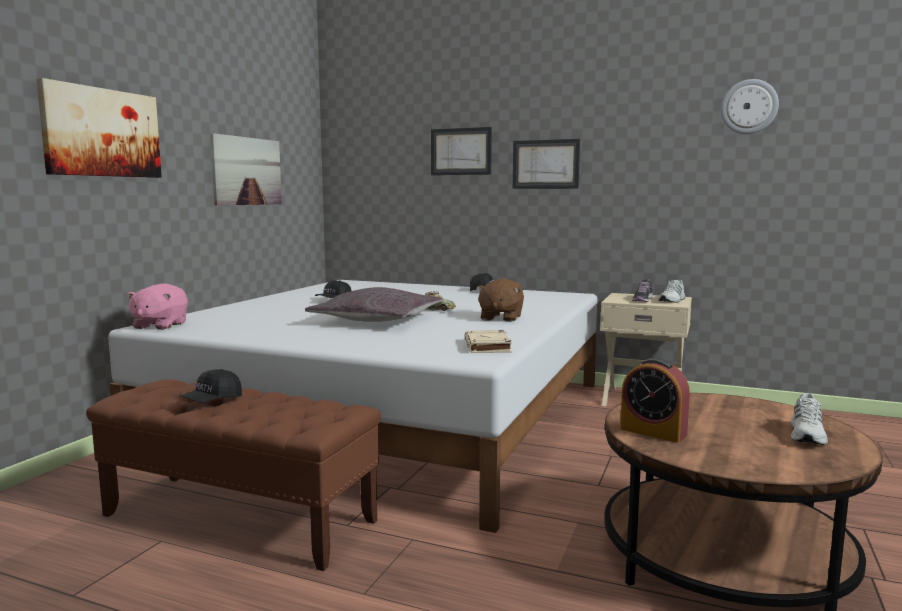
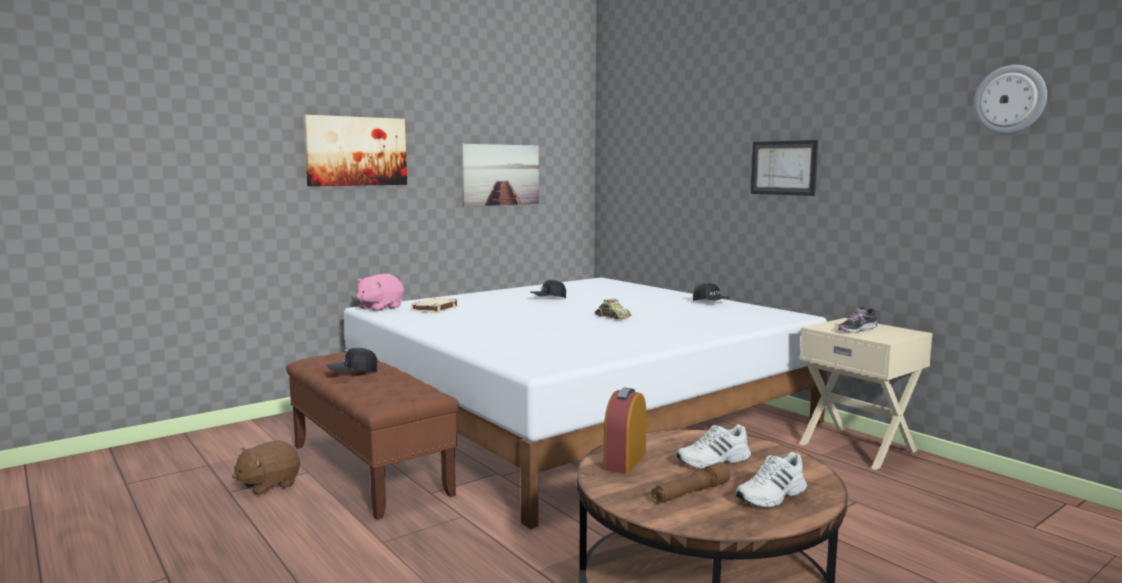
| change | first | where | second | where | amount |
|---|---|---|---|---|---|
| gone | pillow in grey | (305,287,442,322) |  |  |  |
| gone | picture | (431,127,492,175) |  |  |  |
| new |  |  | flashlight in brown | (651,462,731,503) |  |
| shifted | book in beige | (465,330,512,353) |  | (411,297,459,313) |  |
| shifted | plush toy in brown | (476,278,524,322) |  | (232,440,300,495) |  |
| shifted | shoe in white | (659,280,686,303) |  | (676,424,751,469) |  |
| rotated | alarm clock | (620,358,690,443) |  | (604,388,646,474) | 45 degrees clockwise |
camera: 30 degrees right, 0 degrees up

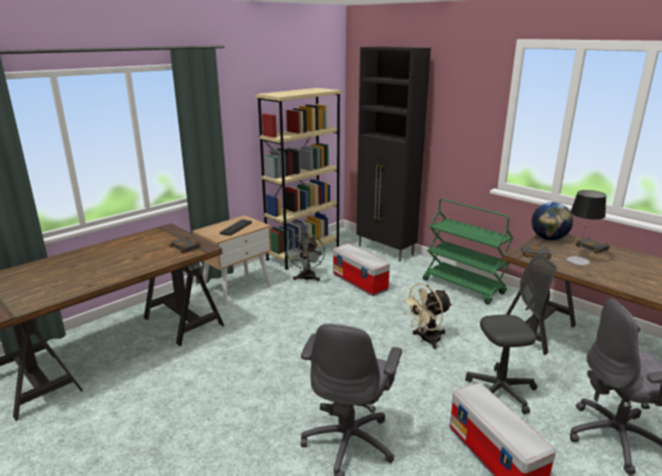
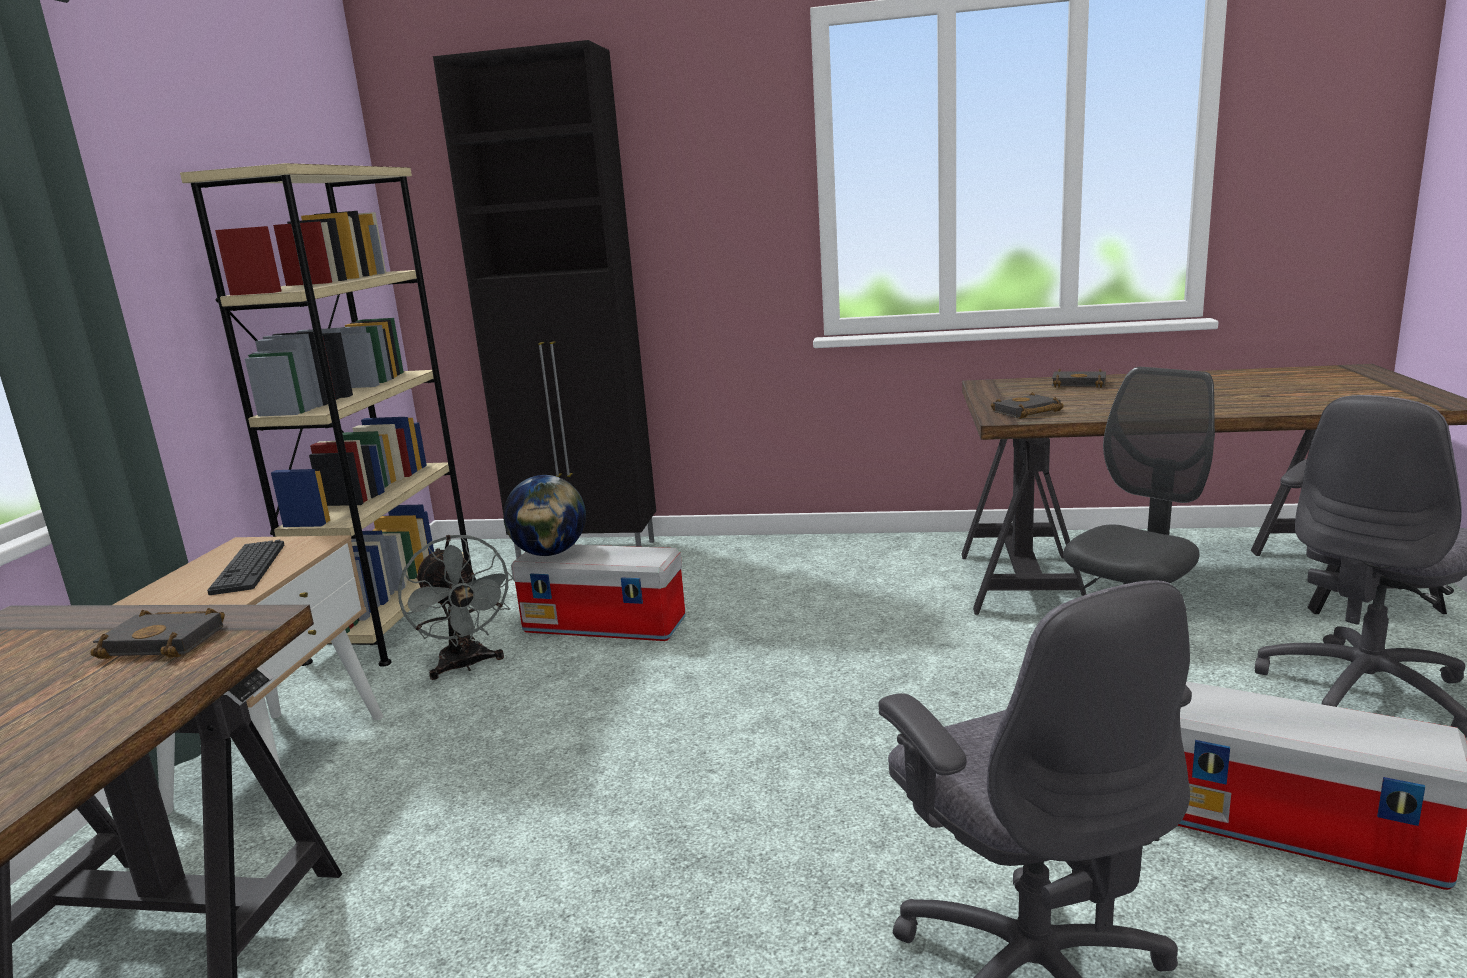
| change | first | where | second | where | amount |
|---|---|---|---|---|---|
| gone | fan in beige | (401,283,452,349) |  |  |  |
| gone | cart in green | (423,199,513,305) |  |  |  |
| gone | table lamp | (567,190,606,265) |  |  |  |
| shifted | globe | (531,202,573,240) |  | (503,475,586,556) |  |
camera: 35 degrees left, 5 degrees down

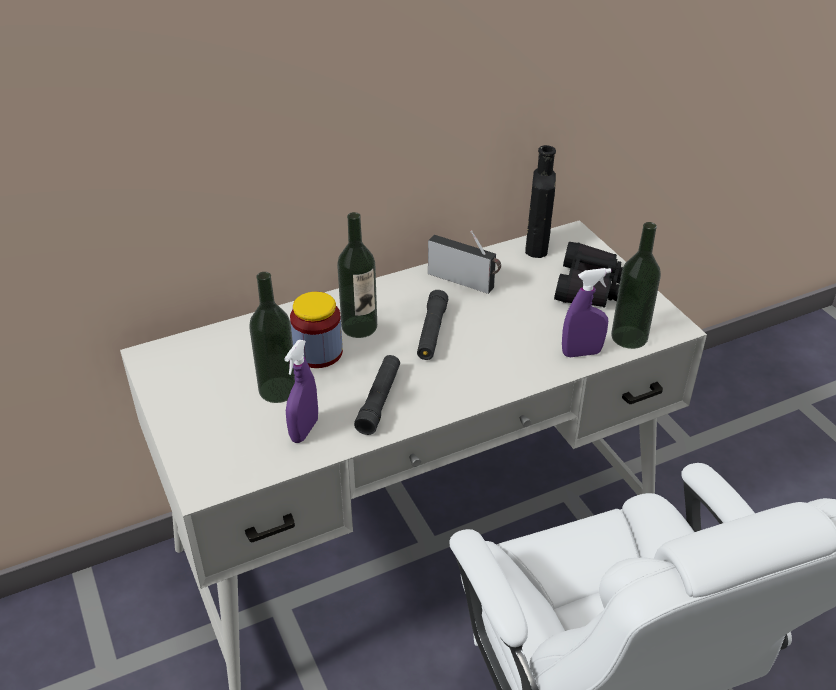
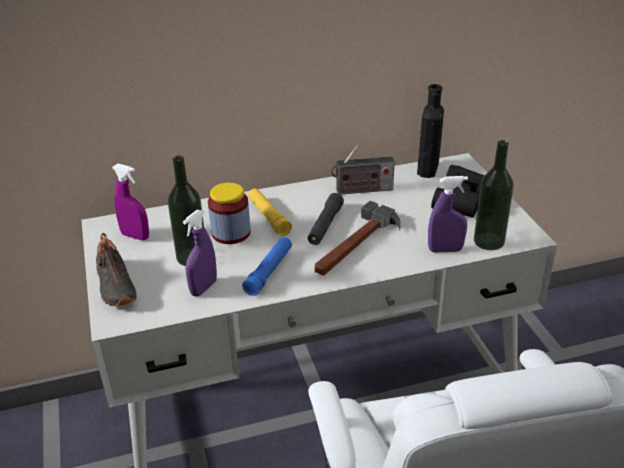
| change | first | where | second | where | amount |
|---|---|---|---|---|---|
| new |  |  | shoe in black | (96,233,137,306) |  |
| new |  |  | spray bottle in purple | (112,164,149,240) |  |
| new |  |  | hammer | (315,201,401,276) |  |
| swapped | bottle | (337,212,377,338) | flashlight in yellow | (248,188,292,236) |  |
| repainted | flashlight in black | (354,355,400,435) | flashlight in blue | (242,237,292,296) |  |
| rotated | radio | (428,230,501,294) |  | (331,145,395,195) | 135 degrees clockwise |
camera: 10 degrees right, 5 degrees down

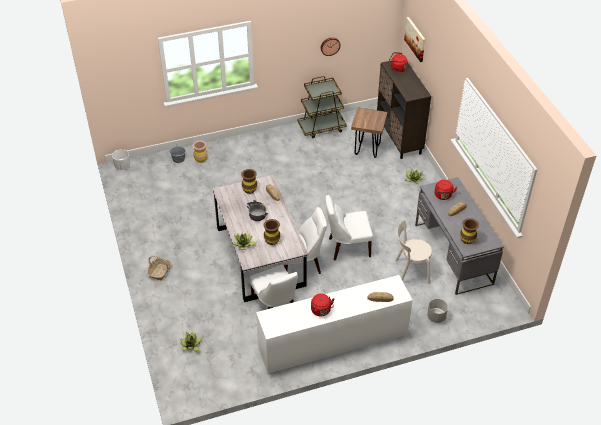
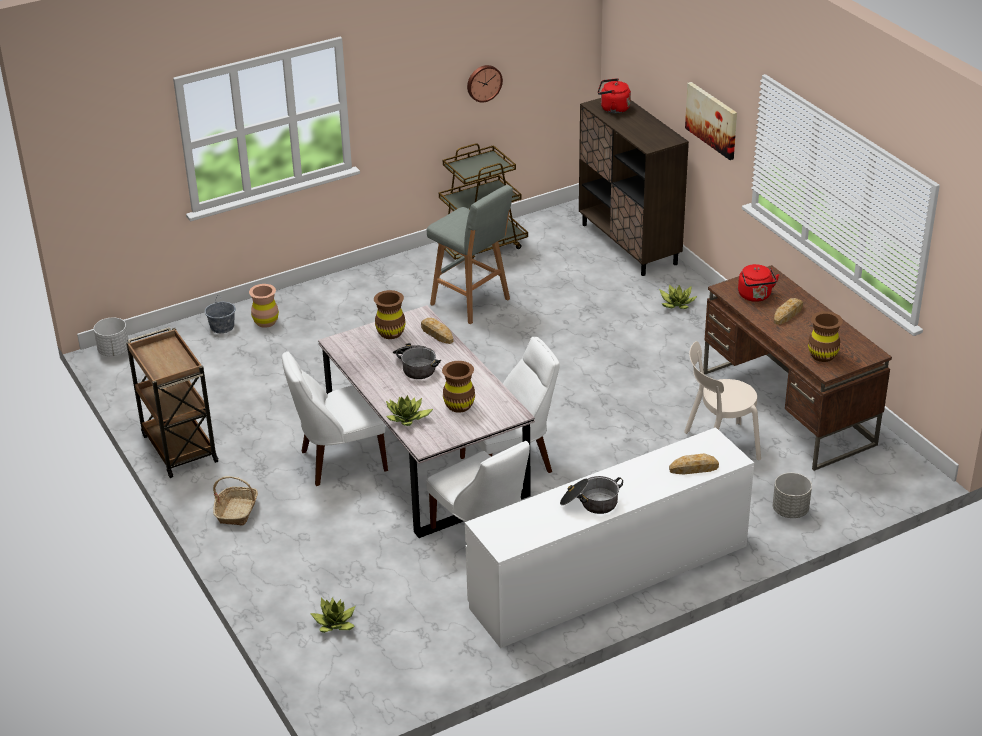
| change | first | where | second | where | amount |
|---|---|---|---|---|---|
| gone | stool in brown | (351,107,387,158) |  |  |  |
| new |  |  | cart in brown | (126,327,218,478) |  |
| new |  |  | stool in grey | (427,185,513,324) |  |
| shifted | chair in white | (325,195,373,260) |  | (282,352,388,486) |  |
| shifted | picture | (404,17,425,62) |  | (685,82,737,160) |  |
| swapped | kettle in red | (311,293,335,316) | cooking pot | (560,476,623,514) |  |
| repainted | desk in grey | (415,177,504,295) | desk in brown | (703,265,892,471) |  |
camera: 10 degrees left, 10 degrees down

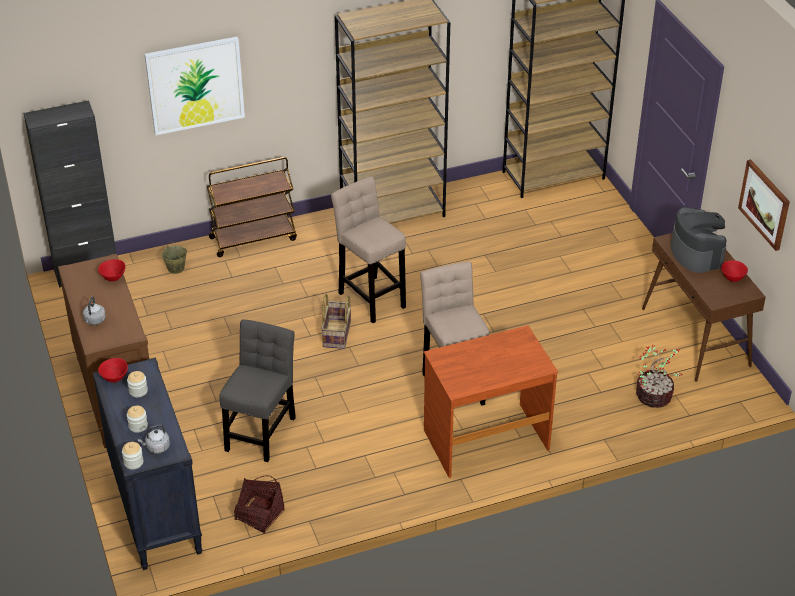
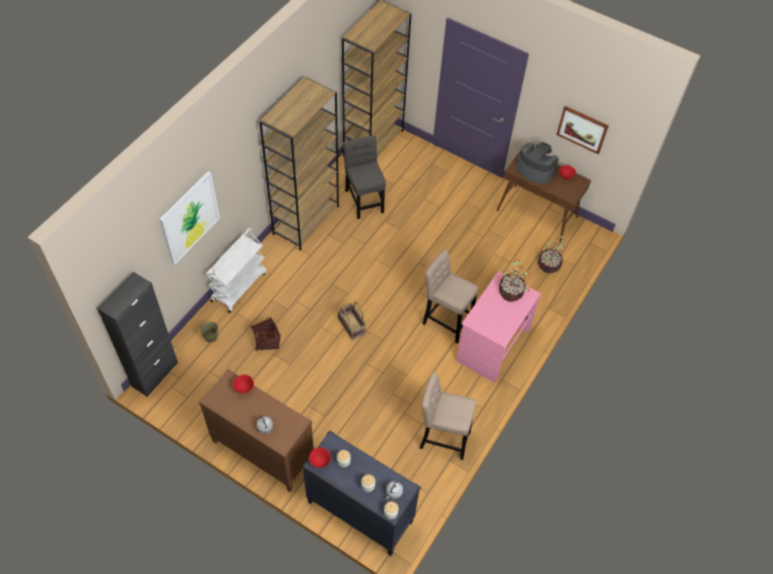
| change | first | where | second | where | amount |
|---|---|---|---|---|---|
| new |  |  | potted plant | (499,259,530,302) |  |
| shifted | chair in grey | (220,319,296,462) |  | (343,135,386,219) |  |
| shifted | basket | (234,475,285,534) |  | (250,317,281,351) |  |
| shifted | stool in beige | (331,177,406,323) |  | (420,372,476,460) |  |
| repainted | cart in brown | (207,157,297,257) | cart in white | (206,228,267,313) |  |
| repainted | desk in brown | (424,325,558,478) | desk in pink | (456,271,541,383) |  |
camera: 40 degrees left, 15 degrees up

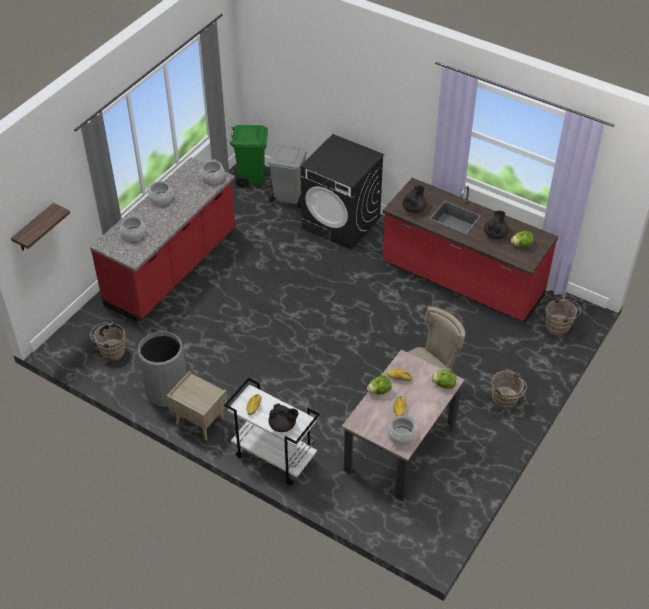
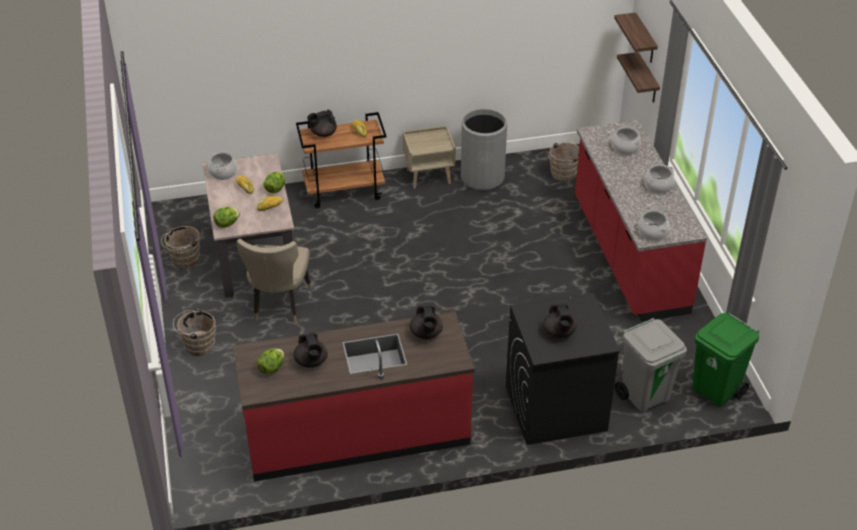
| change | first | where | second | where | amount |
|---|---|---|---|---|---|
| new |  |  | teapot in black | (543,304,577,338) |  |
| new |  |  | shelf | (617,52,660,103) |  |
| shifted | bucket in brown | (546,298,581,336) |  | (161,226,200,269) |  |
| repainted | cart in white | (224,377,320,486) | cart in brown | (296,112,386,208) |  |
camera: 135 degrees right, 5 degrees down

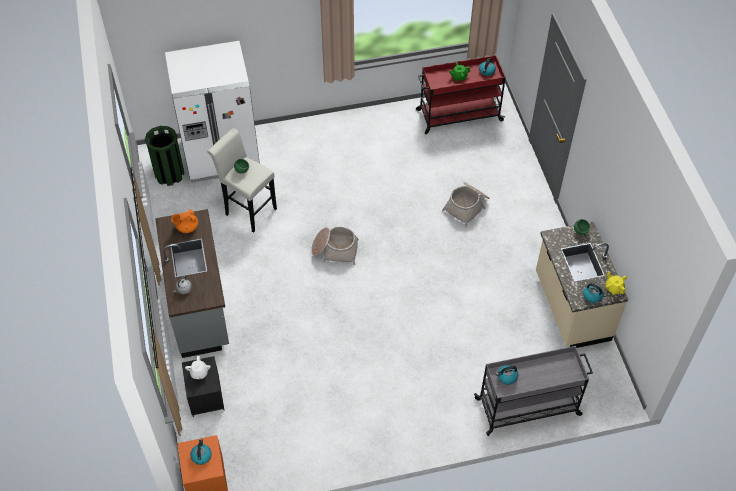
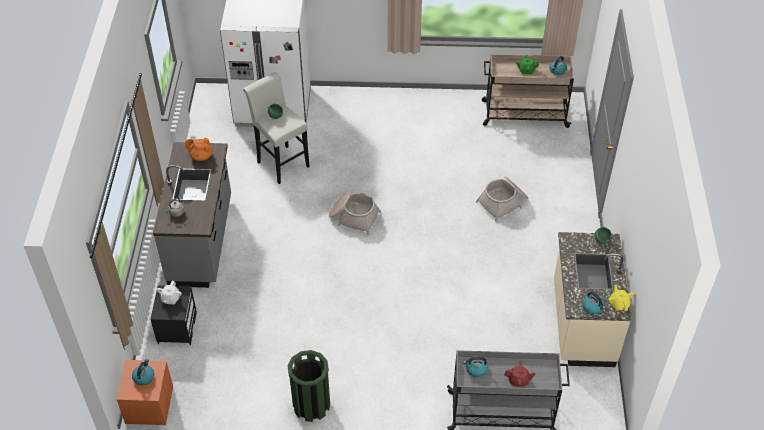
| change | first | where | second | where | amount |
|---|---|---|---|---|---|
| new |  |  | teapot in red | (505,361,536,387) |  |
| shifted | trash can in green | (145,126,184,186) |  | (288,350,330,422) |  |
| repainted | cart in red | (416,55,506,134) | cart in beige | (482,54,574,128) |  |
camera: 15 degrees right, 5 degrees down

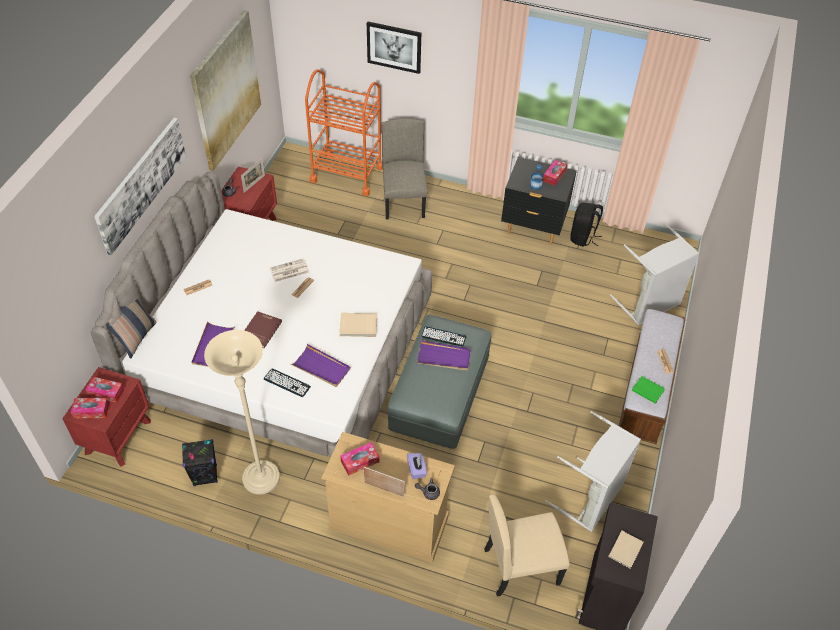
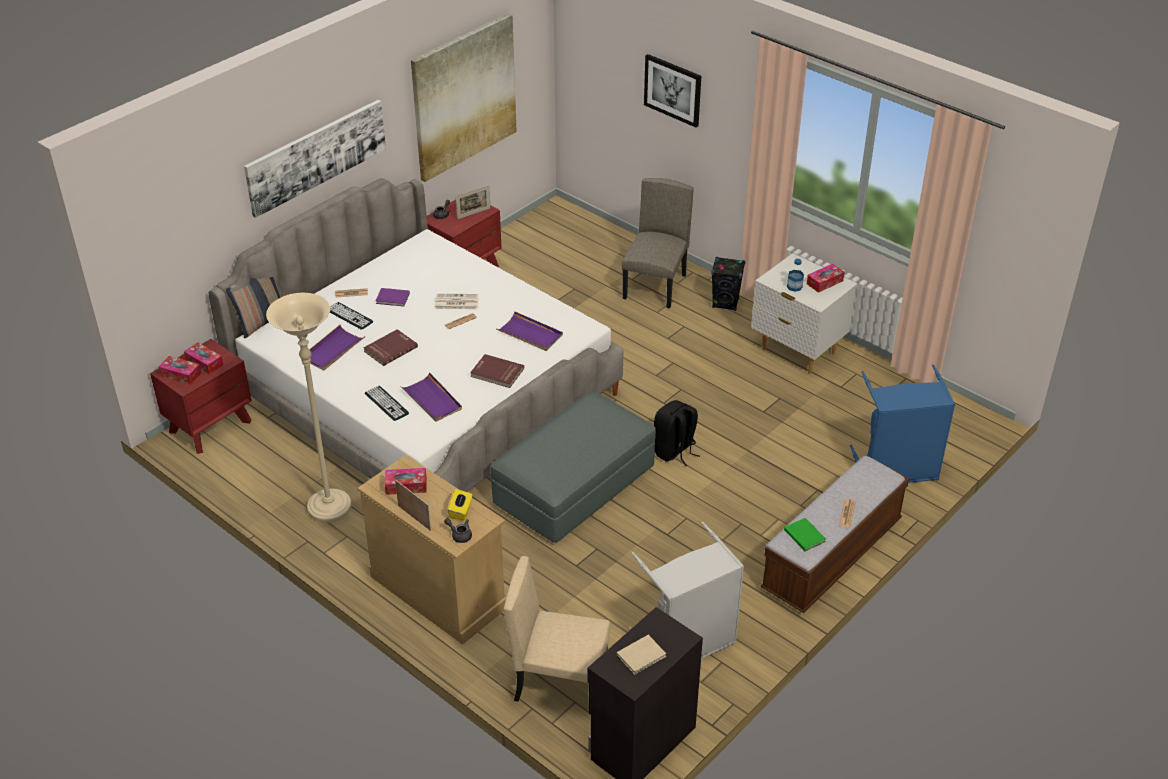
| change | first | where | second | where | amount |
|---|---|---|---|---|---|
| gone | cart in orange | (305,69,383,196) |  |  |  |
| new |  |  | book in purple | (376,288,410,306) |  |
| shifted | speaker in black | (182,439,218,486) |  | (712,257,745,311) |  |
| shifted | tray in purple | (417,340,471,371) |  | (496,311,563,351) |  |
| shifted | keyboard | (421,326,467,347) |  | (330,302,373,330) |  |
| shifted | backpack in black | (570,203,603,247) |  | (654,400,700,466) |  |
| repainted | book in beige | (339,313,377,337) | book in red | (470,354,524,388) |  |
| repainted | tissue box in purple | (407,453,427,479) | tissue box in yellow | (447,489,472,520) |  |
| repainted | nightstand in black | (501,157,577,244) | nightstand in white | (751,253,858,374) |  |
| repainted | laundry basket in grey | (610,224,700,325) | laundry basket in blue | (850,364,955,483) |  |
camera: 25 degrees right, 10 degrees down

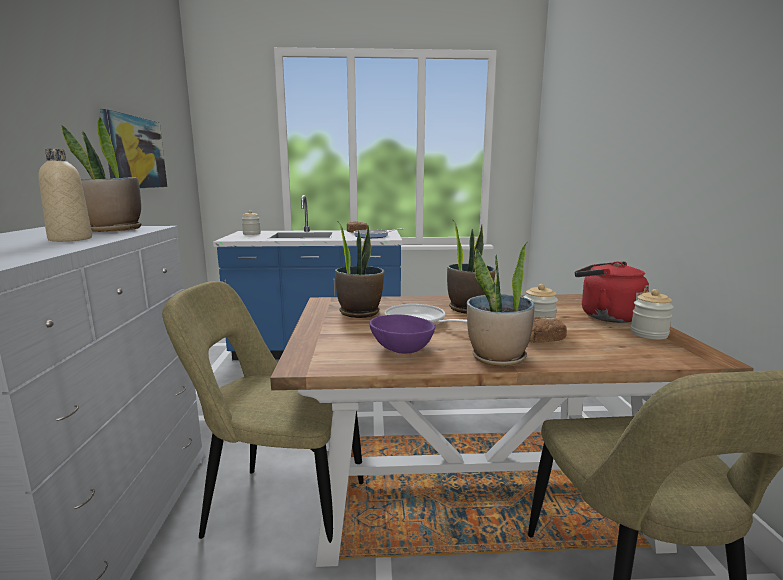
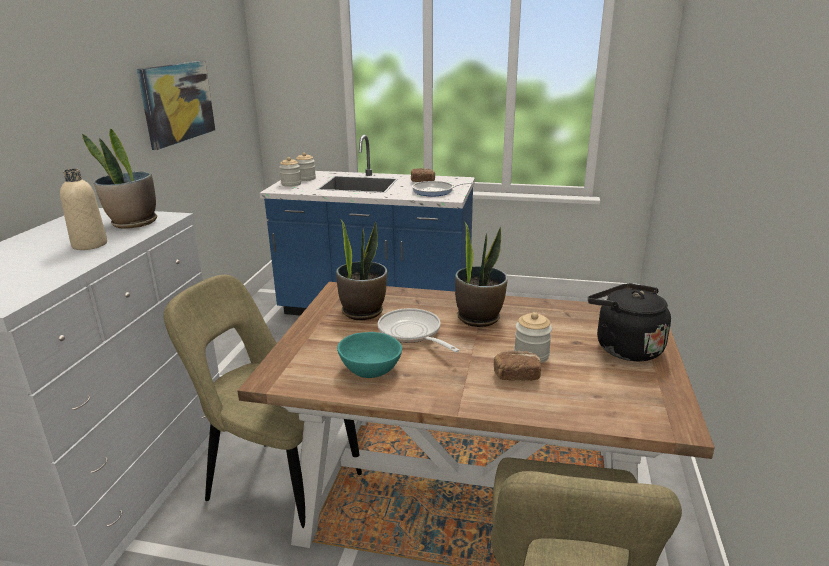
| change | first | where | second | where | amount |
|---|---|---|---|---|---|
| gone | potted plant | (467,242,534,367) |  |  |  |
| shifted | jar | (630,289,674,339) |  | (279,157,301,187) |  |
| repainted | bowl in purple | (369,314,435,354) | bowl in turquoise | (337,332,402,378) |  |
| repainted | kettle in red | (575,261,649,323) | kettle in black | (588,283,671,362) |  |
camera: 15 degrees right, 10 degrees up

